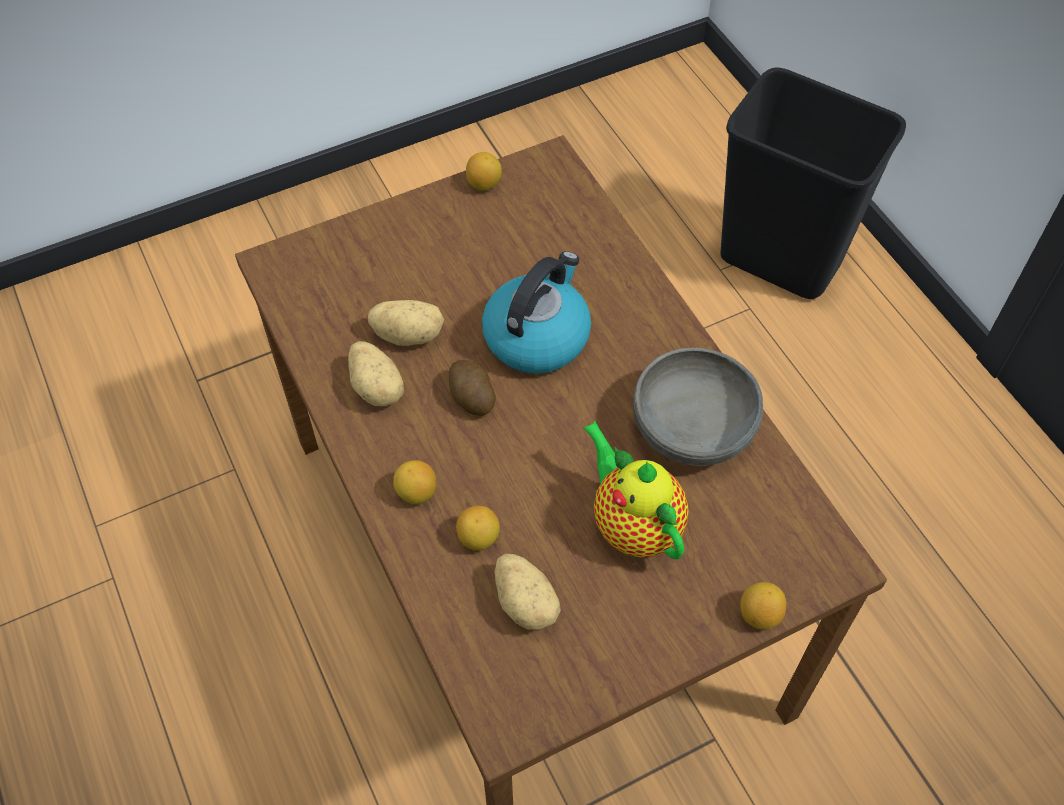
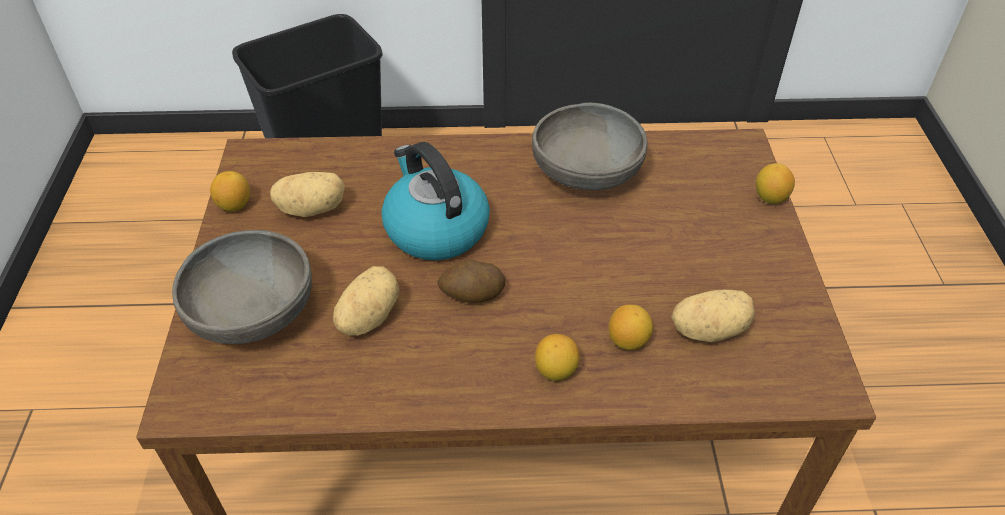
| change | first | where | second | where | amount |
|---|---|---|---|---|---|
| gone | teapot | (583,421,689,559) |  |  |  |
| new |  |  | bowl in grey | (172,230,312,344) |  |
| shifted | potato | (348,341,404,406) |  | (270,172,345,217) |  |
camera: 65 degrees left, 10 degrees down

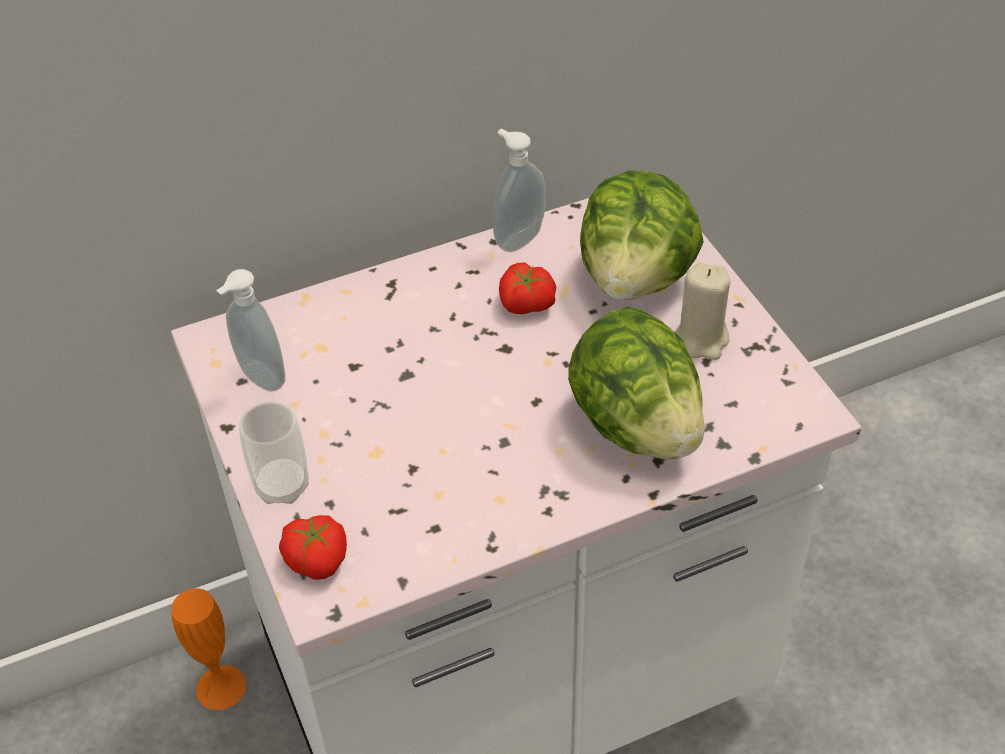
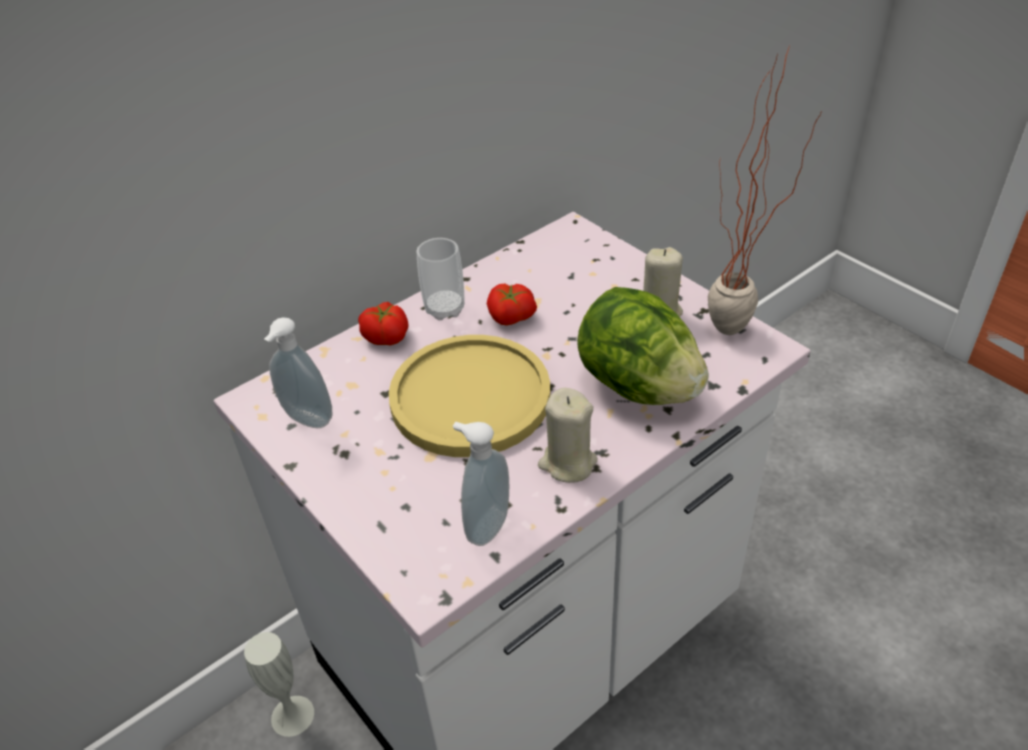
| change | first | where | second | where | amount |
|---|---|---|---|---|---|
| gone | lettuce | (580,171,704,300) |  |  |  |
| new |  |  | plate in yellow | (389,335,550,457) |  |
| new |  |  | candle in beige | (538,388,597,483) |  |
| new |  |  | potted plant | (708,44,821,335) |  |
| shifted | cup | (239,401,309,504) |  | (417,238,464,320) |  |
| shifted | tomato | (279,515,347,580) |  | (358,302,409,346) |  |
| shifted | soap dispenser | (493,129,546,252) |  | (453,422,509,546) |  |
| repainted | vase in orange | (171,588,246,710) | vase in white | (244,632,314,737) |  |
camera: 15 degrees left, 5 degrees down

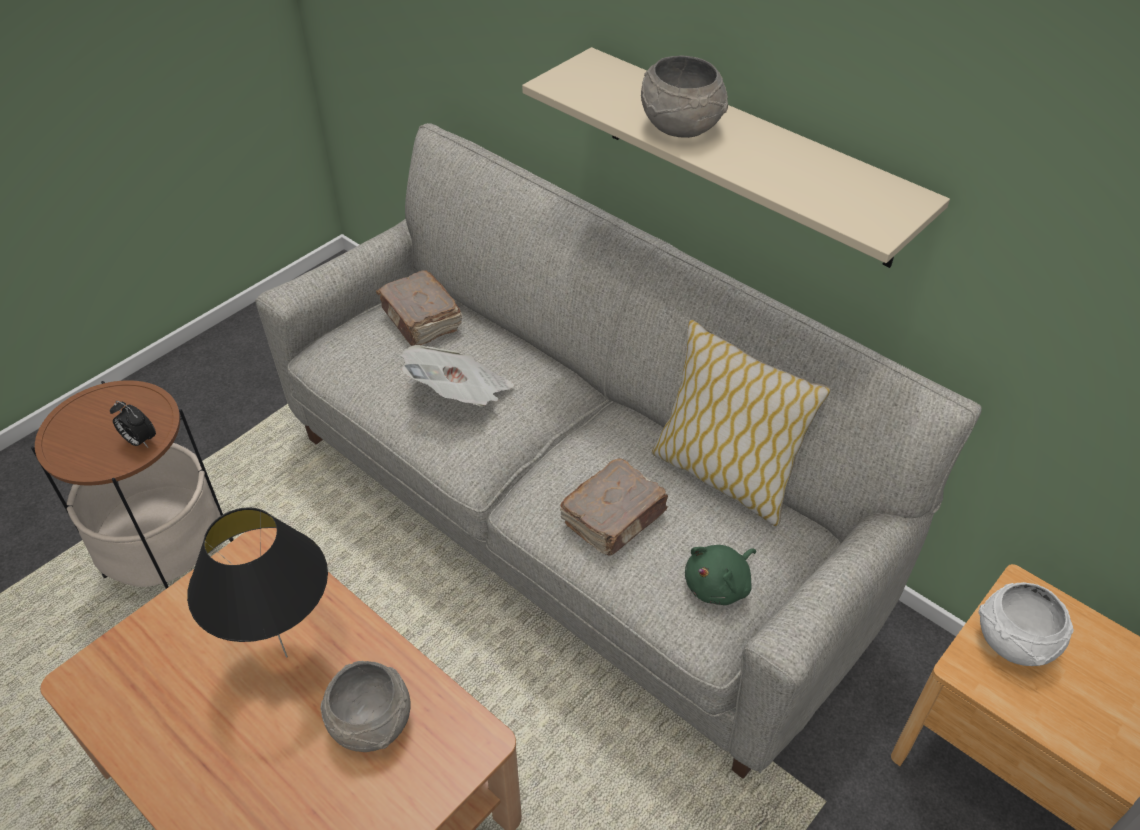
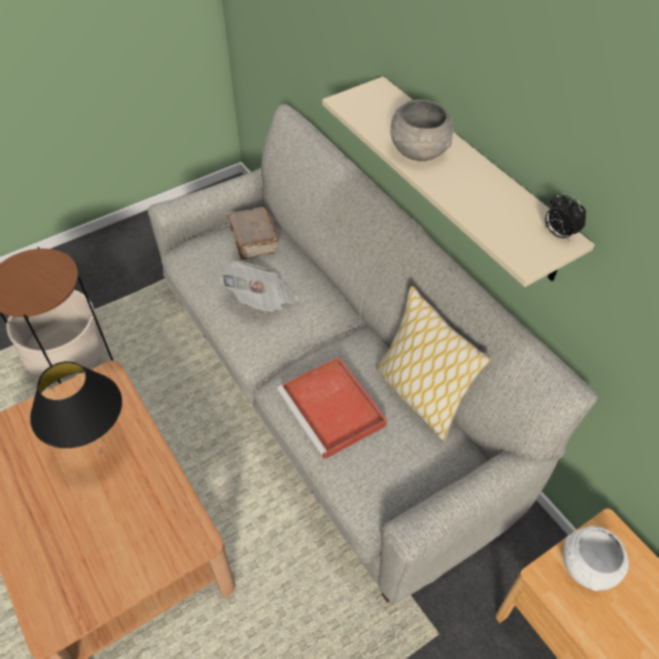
| change | first | where | second | where | amount |
|---|---|---|---|---|---|
| gone | bowl in grey | (321,661,411,752) |  |  |  |
| gone | plush toy in green | (685,545,756,605) |  |  |  |
| shifted | alarm clock | (110,401,156,448) |  | (545,193,586,241) |  |
| swapped | book in brown | (560,459,668,556) | tray in red | (277,357,387,460) |  |
camera: 15 degrees right, 5 degrees up

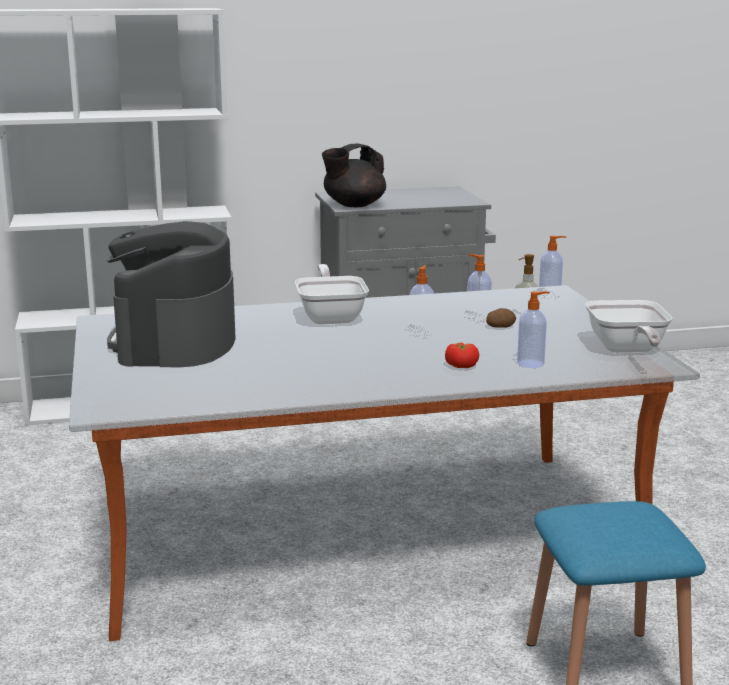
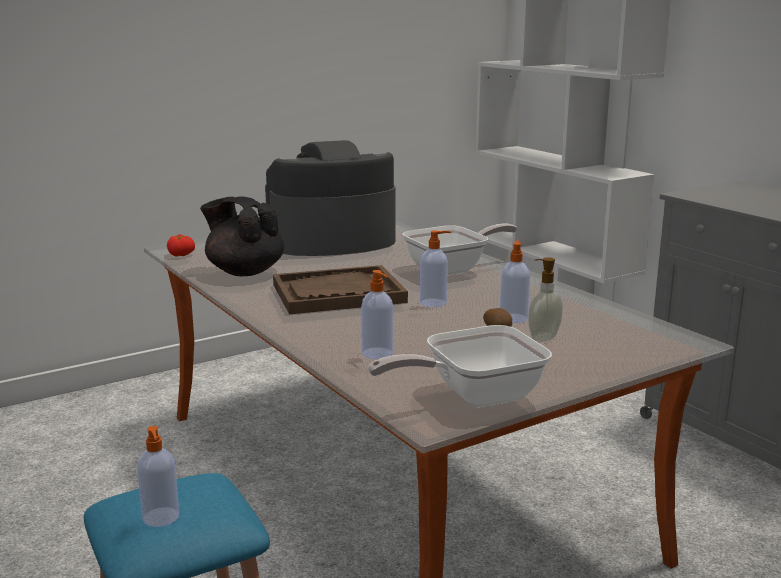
| change | first | where | second | where | amount |
|---|---|---|---|---|---|
| new |  |  | tray in brown | (273,265,408,314) |  |
| shifted | teapot in black | (322,144,386,207) |  | (200,196,284,276) |  |
| shifted | tomato | (445,342,479,368) |  | (167,234,195,257) |  |
| shifted | soap dispenser | (539,236,566,299) |  | (137,426,179,527) |  |
camera: 70 degrees right, 0 degrees up

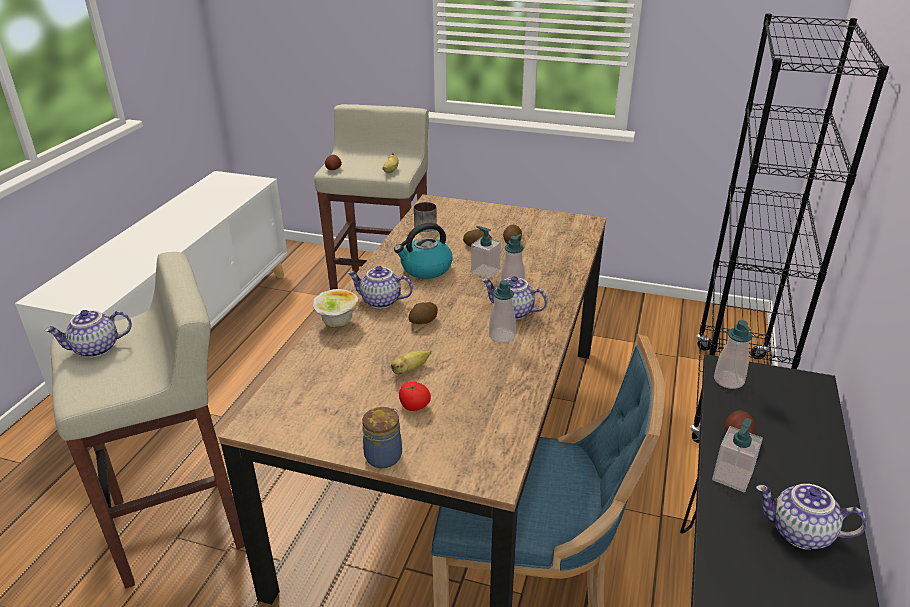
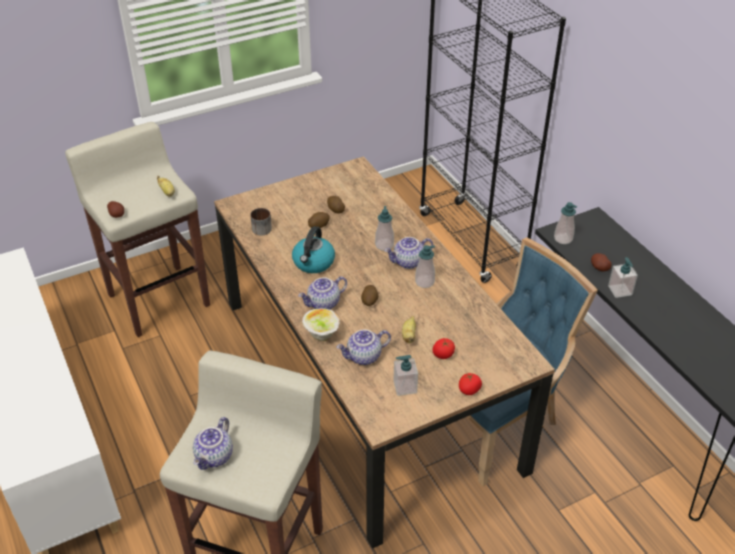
| change | first | where | second | where | amount |
|---|---|---|---|---|---|
| shifted | soap dispenser | (471,226,501,278) |  | (394,355,418,396) |  |
| shifted | teapot | (756,484,867,550) |  | (336,329,391,365) |  |
| swapped | jar | (362,407,402,468) | tomato | (459,373,482,395) |  |
camera: 45 degrees left, 10 degrees up

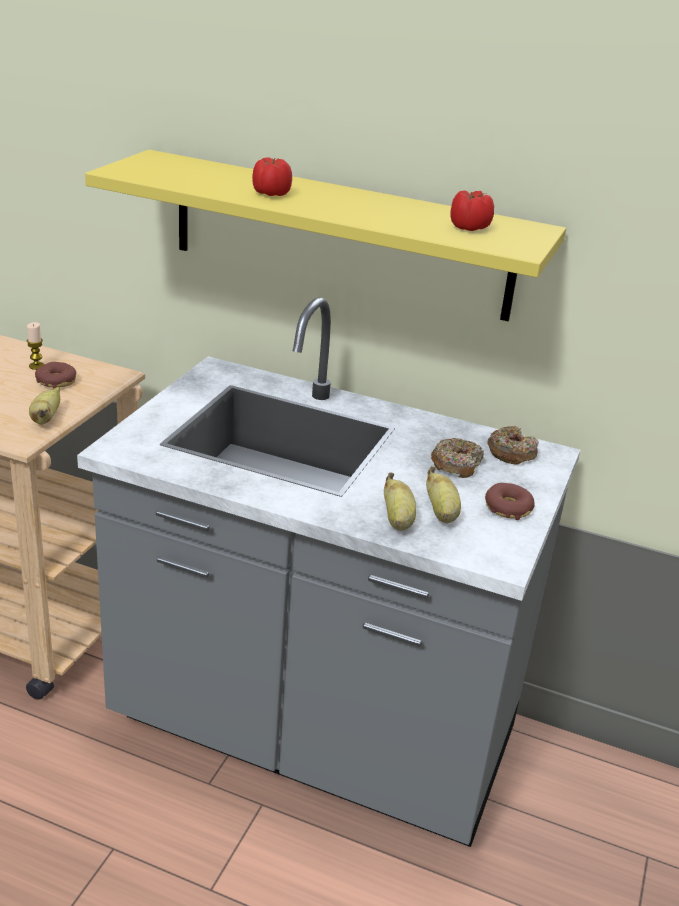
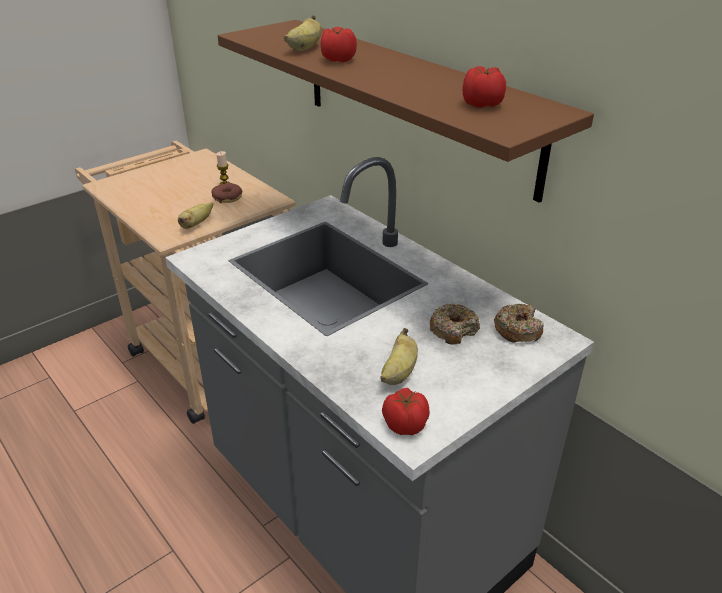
| change | first | where | second | where | amount |
|---|---|---|---|---|---|
| gone | donut | (485,483,534,520) |  |  |  |
| new |  |  | tomato | (382,388,430,435) |  |
| shifted | banana | (384,472,416,531) |  | (284,15,321,51) |  |
| repainted | shelf in yellow | (85,150,566,321) | shelf in brown | (218,20,594,203) |  |
camera: 30 degrees right, 5 degrees up

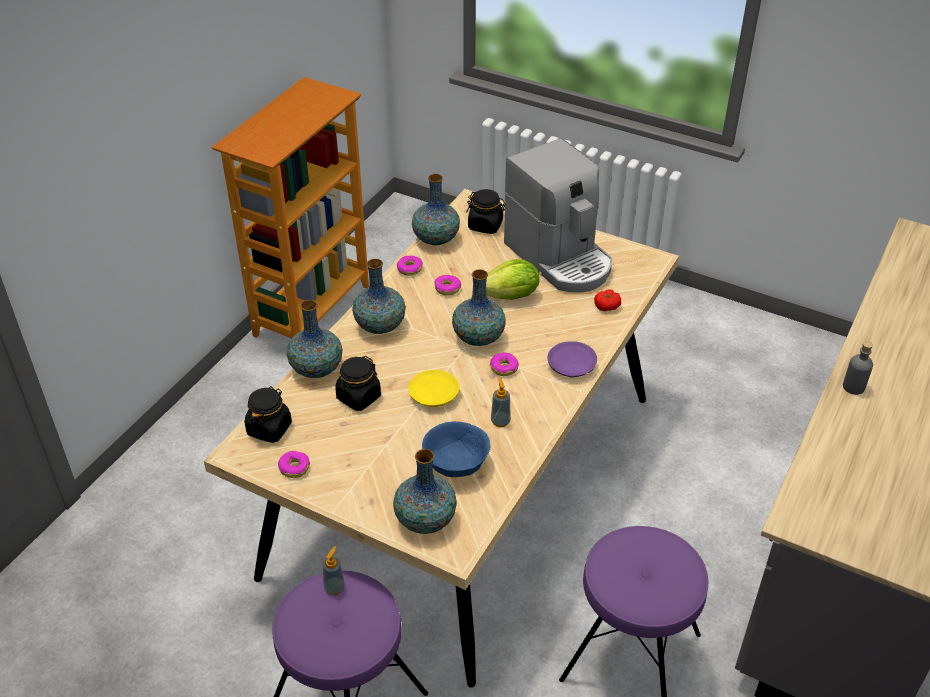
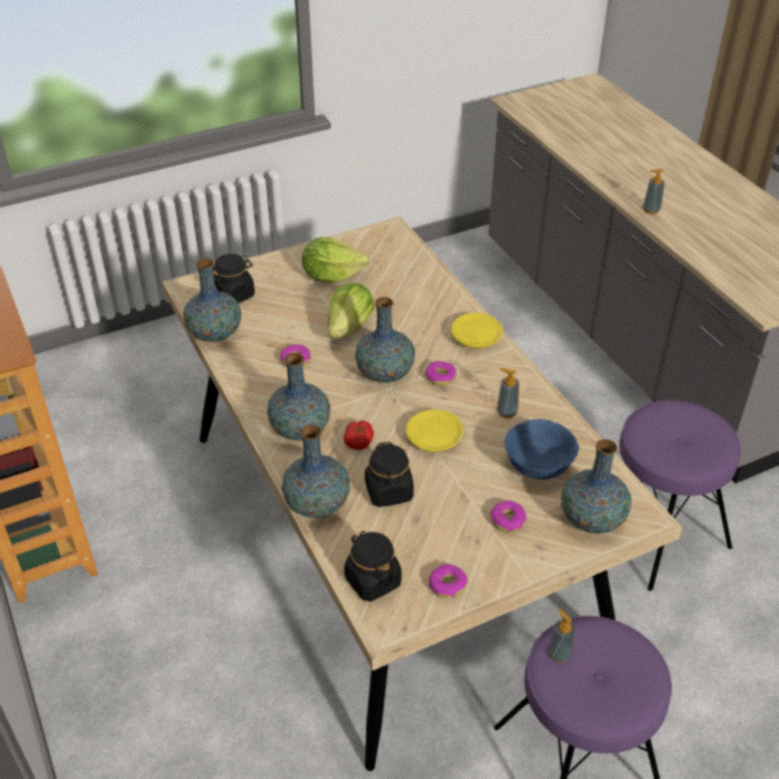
| change | first | where | second | where | amount |
|---|---|---|---|---|---|
| shifted | donut | (397,256,423,276) |  | (490,501,526,532) |  |
| shifted | tomato | (594,289,621,311) |  | (344,420,374,450) |  |
| swapped | coffee machine | (504,138,612,293) | lettuce | (302,237,370,283) |  |
| swapped | bottle in grey | (843,341,873,395) | soap dispenser | (643,169,665,214) |  |
| repainted | plate in purple | (547,341,597,377) | plate in yellow | (451,313,503,349) |  |
camera: 55 degrees left, 0 degrees up

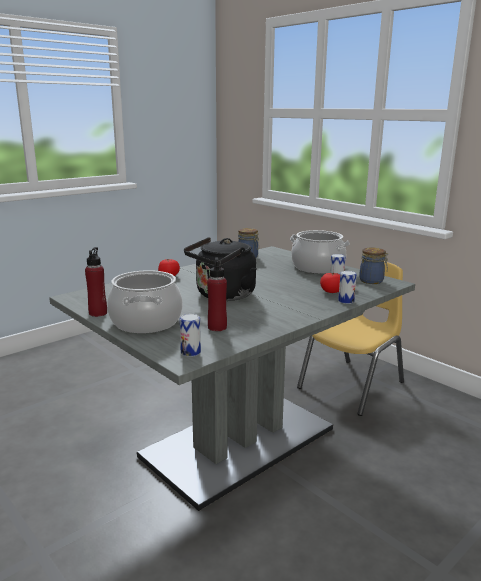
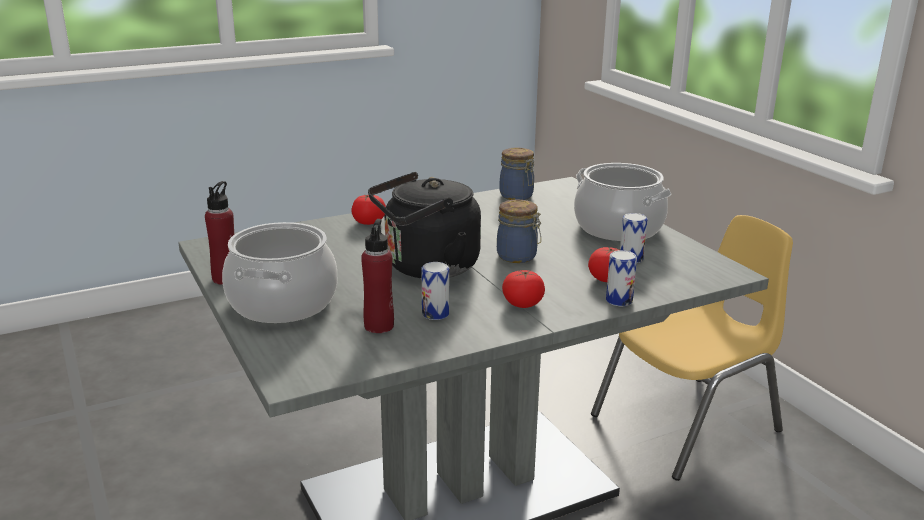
| change | first | where | second | where | amount |
|---|---|---|---|---|---|
| new |  |  | tomato | (502,270,545,308) |  |
| shifted | can | (180,314,201,357) |  | (422,262,449,320) |  |
| shifted | jar | (359,248,389,284) |  | (497,199,541,263) |  |
camera: 15 degrees right, 5 degrees up

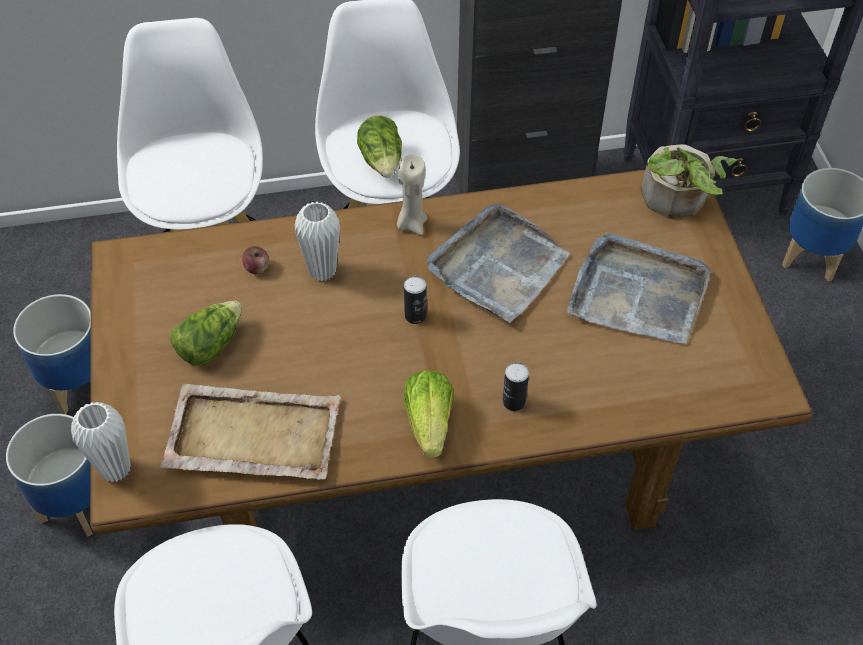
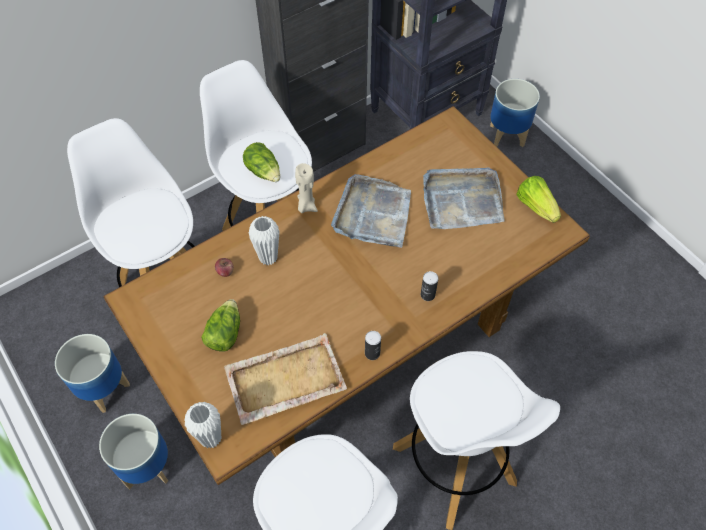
| change | first | where | second | where | amount |
|---|---|---|---|---|---|
| gone | potted plant | (641,144,736,219) |  |  |  |
| shifted | lettuce | (403,370,454,458) |  | (516,176,561,223) |  |
| shifted | can | (404,276,427,324) |  | (365,331,381,360) |  |
camera: 25 degrees left, 5 degrees up

